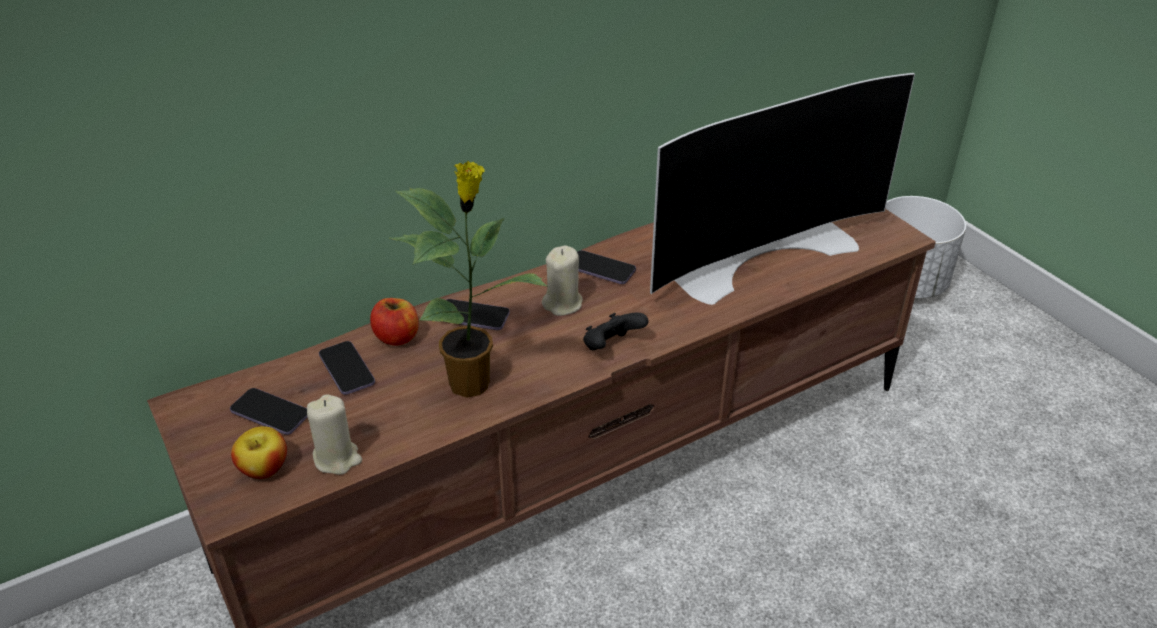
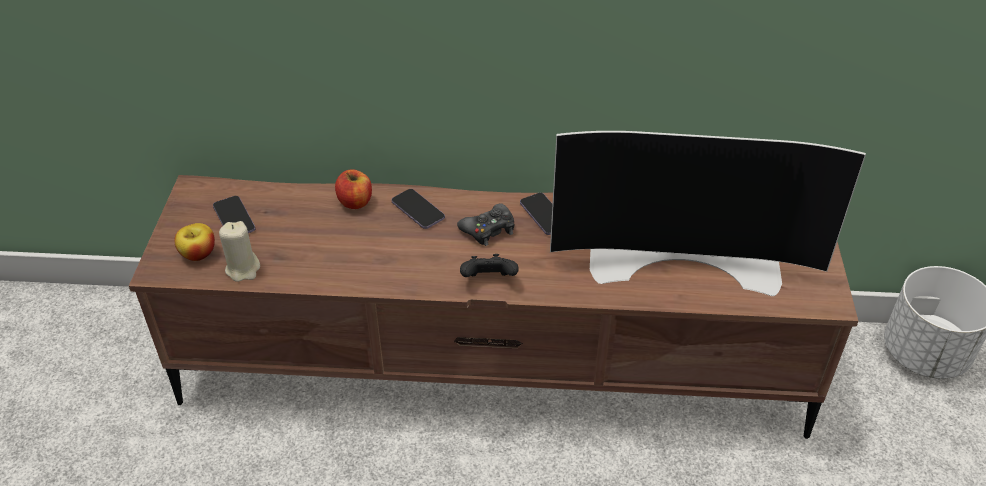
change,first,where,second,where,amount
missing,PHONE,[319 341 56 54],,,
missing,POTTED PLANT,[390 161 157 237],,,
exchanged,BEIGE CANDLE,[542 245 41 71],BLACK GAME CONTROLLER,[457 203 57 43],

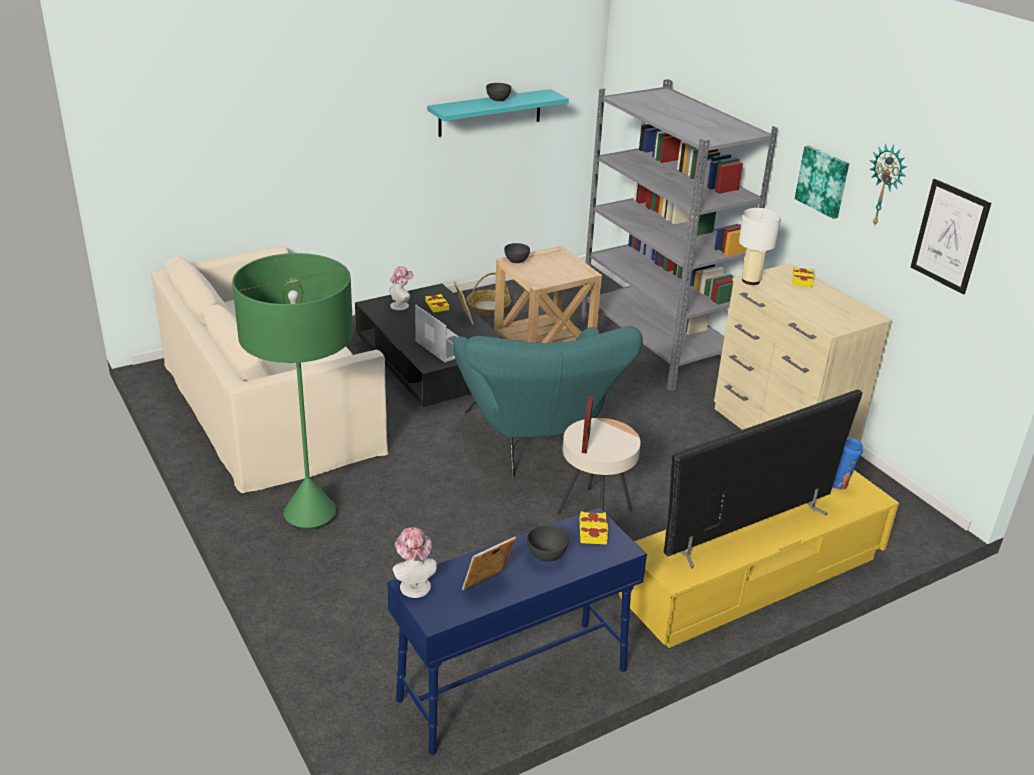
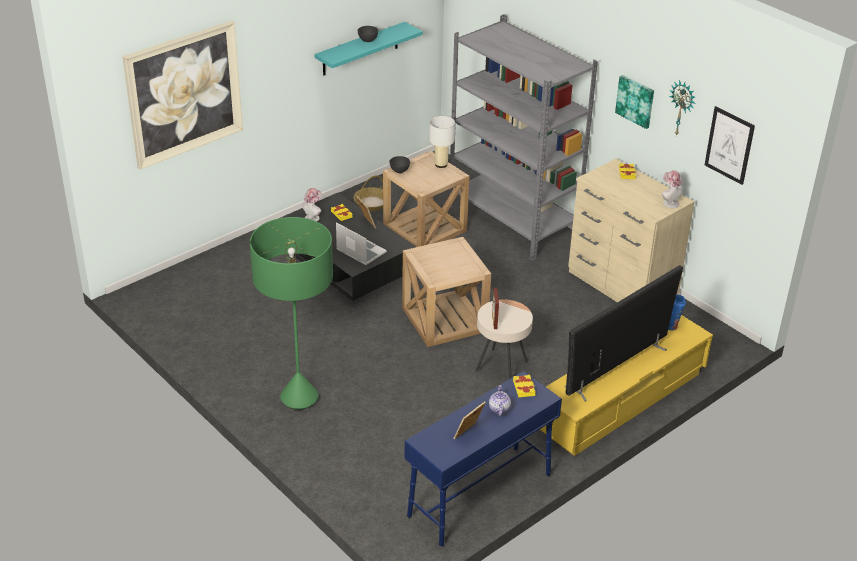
change,first,where,second,where,amount
missing,BEIGE SOFA,[151 246 237 247],,,
appeared,,,PICTURE,[122 20 121 150],
relocated,HAT,[393 527 44 71],,[662 170 21 38],
relocated,WHITE TABLE LAMP,[739 208 42 77],,[429 116 26 52],
exchanged,TURQUOISE ARMCHAIR,[453 326 190 152],BEIGE SIDE TABLE,[402 237 89 110],
exchanged,GREY BOWL,[527 525 42 37],TEAPOT,[489 385 22 31],

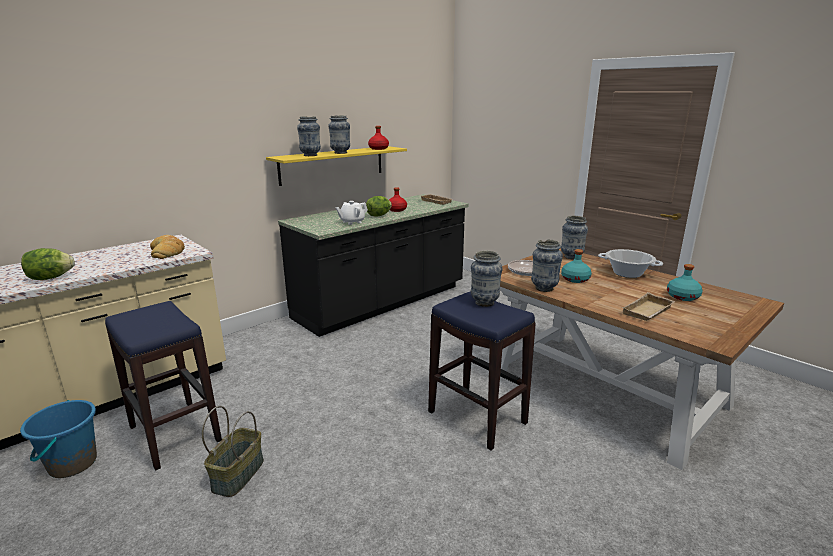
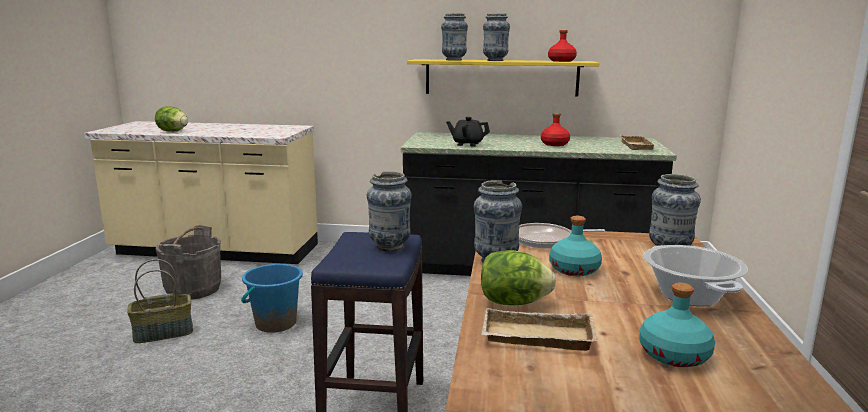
change,first,where,second,where,amount
missing,BREAD,[150 235 35 24],,,
relocated,BLUE BUCKET,[20 400 77 78],,[241 264 62 69],
relocated,LETTUCE,[366 196 26 20],,[481 250 75 55],
exchanged,STOOL,[105 301 117 170],GREY BUCKET,[156 225 65 75],
colour,WHITE TEAPOT,[335 201 33 24],BLACK TEAPOT,[446 117 44 30],

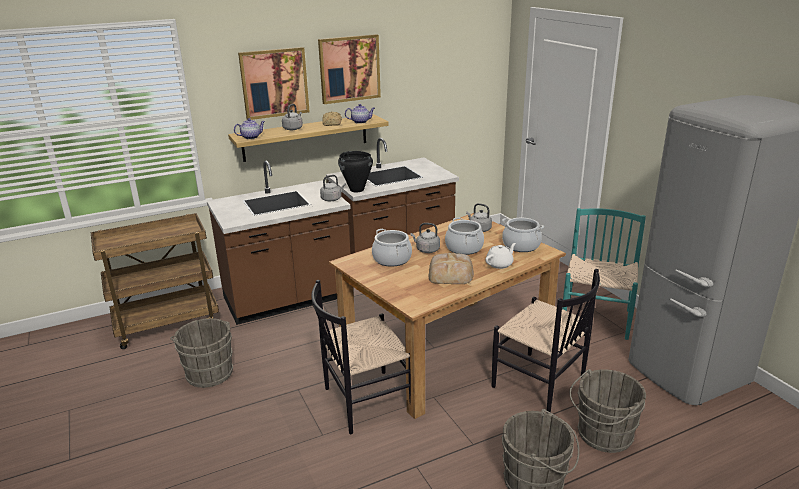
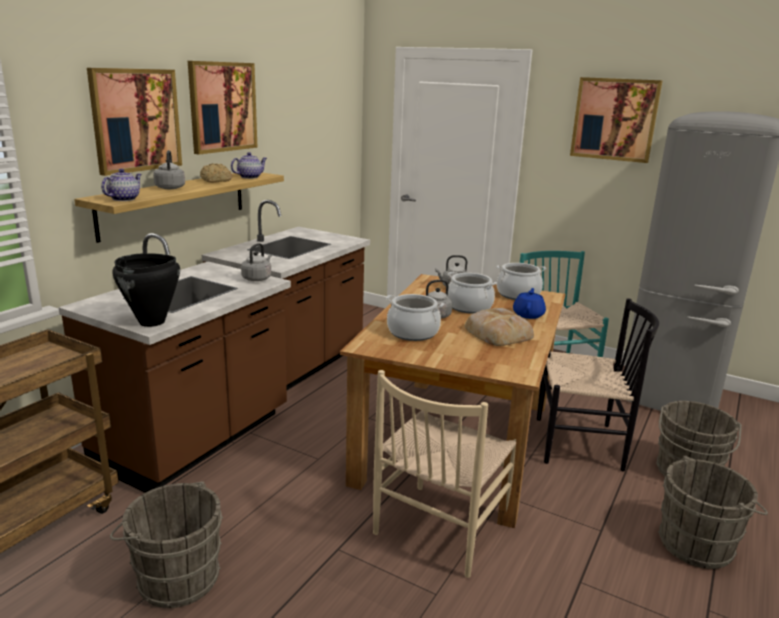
change,first,where,second,where,amount
appeared,,,PICTURE,[570 77 93 86],
relocated,BLACK COOKING POT,[338 151 35 41],,[112 253 68 74],
colour,BLACK CHAIR,[311 280 100 154],BEIGE CHAIR,[373 370 143 208],
colour,WHITE TEAPOT,[485 243 31 26],BLUE TEAPOT,[513 288 33 31],

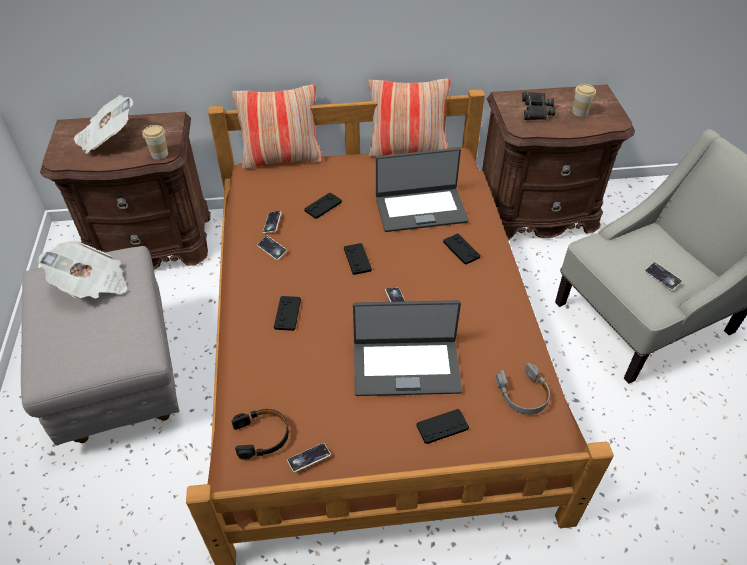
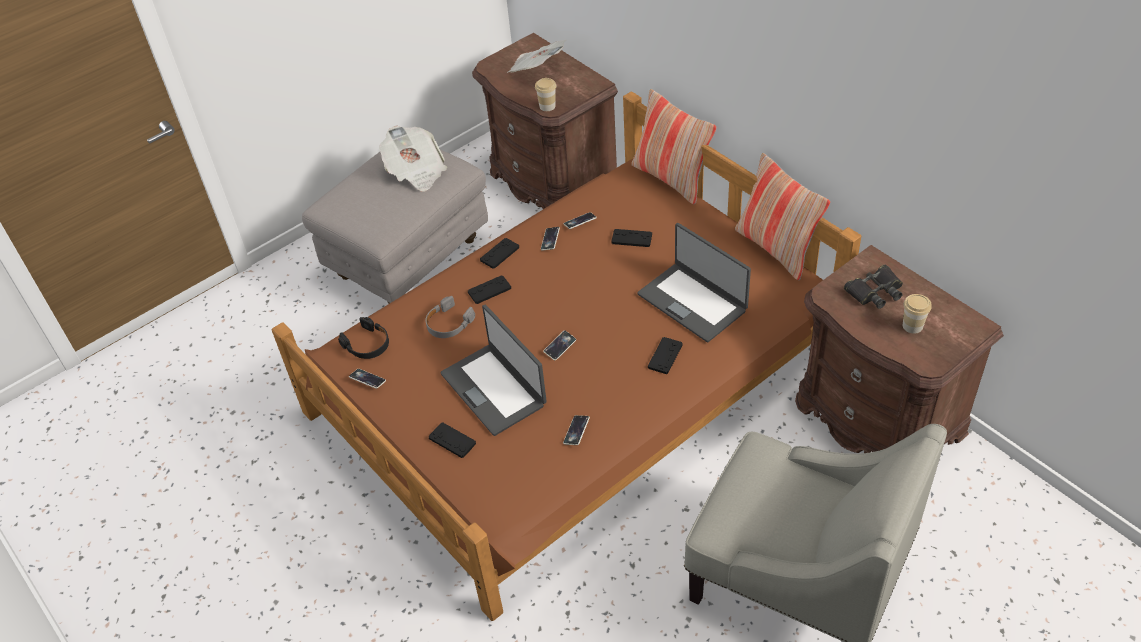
change,first,where,second,where,amount
relocated,BLACK GAME CONTROLLER,[344 243 28 32],,[480 238 39 31],
relocated,GREY HEADPHONES,[496 363 54 52],,[425 296 50 42],
relocated,PHONE,[645 262 37 28],,[563 415 27 30],

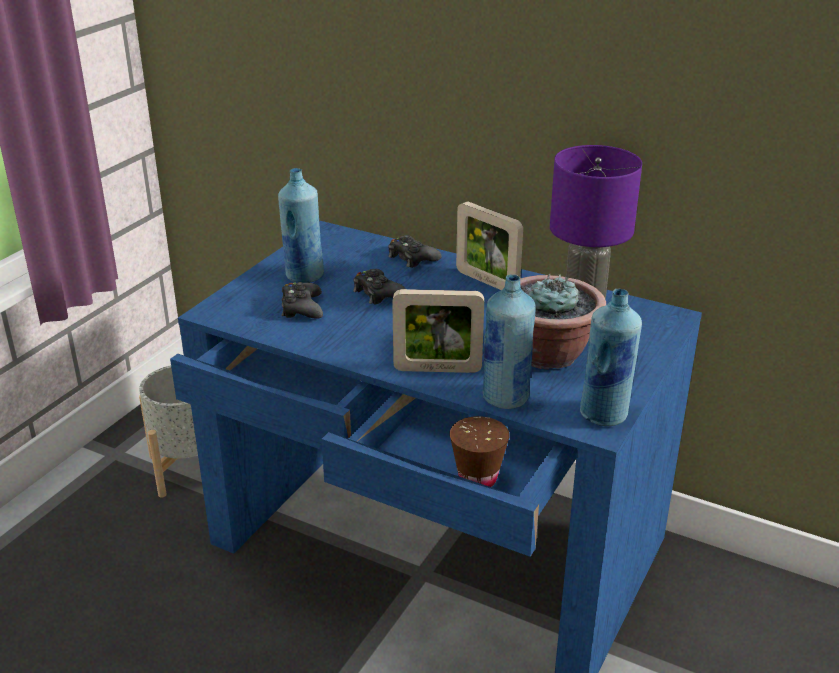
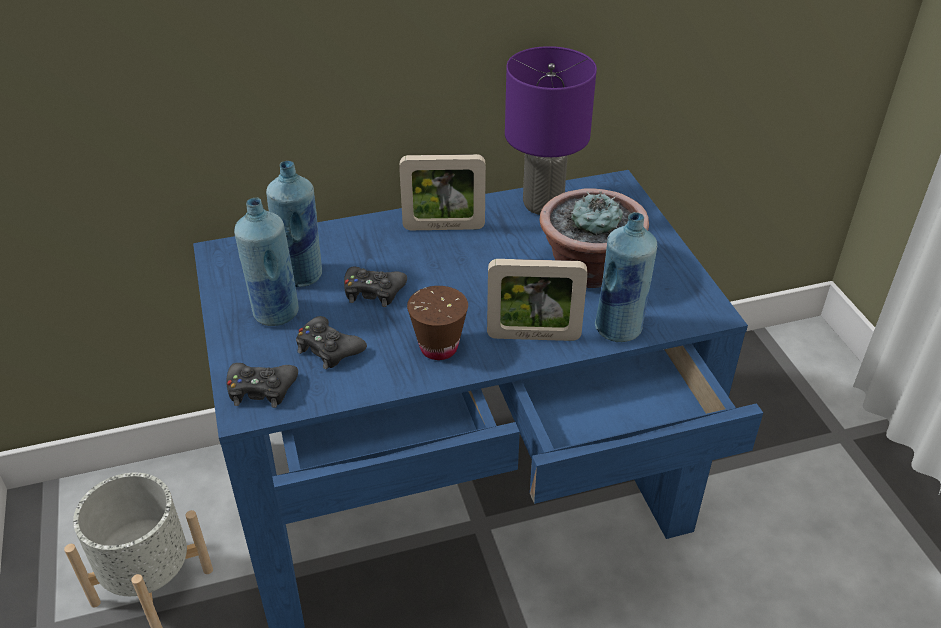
change,first,where,second,where,amount
relocated,BLACK GAME CONTROLLER,[388 235 54 33],,[226 363 72 45],
relocated,BROWN CUP,[450 416 60 71],,[407 286 61 74],
relocated,BLUE BOTTLE,[580 289 62 138],,[266 161 56 126],
spun,PICTURE FRAME,[392 289 92 84],,[487 259 101 82],45 degrees clockwise

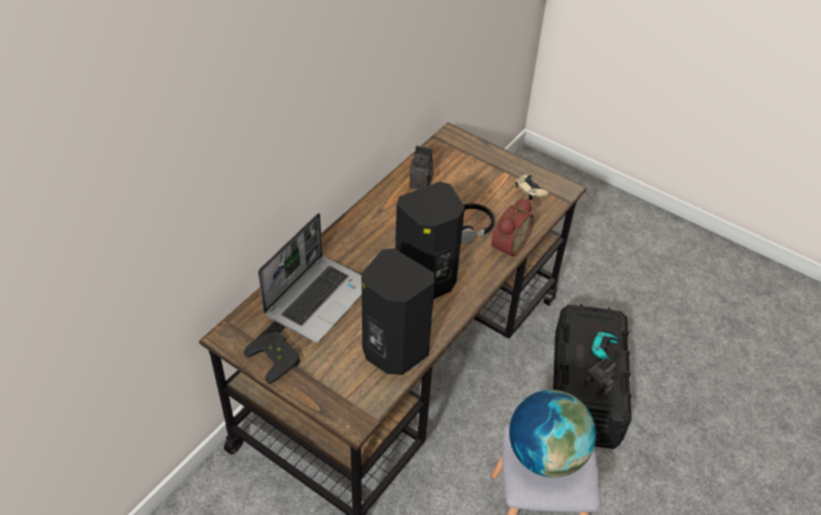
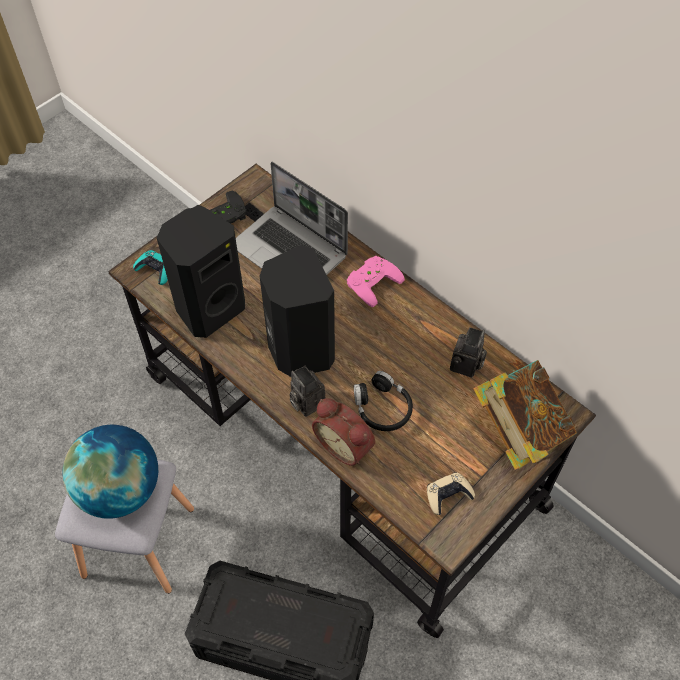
change,first,where,second,where,amount
appeared,,,PINK GAME CONTROLLER,[347 256 58 51],
appeared,,,BOOK,[474 360 103 110],
relocated,PHOTO CAMERA,[583 357 33 41],,[289 365 36 52],
relocated,TURQUOISE GAME CONTROLLER,[591 332 27 28],,[133 250 35 35],

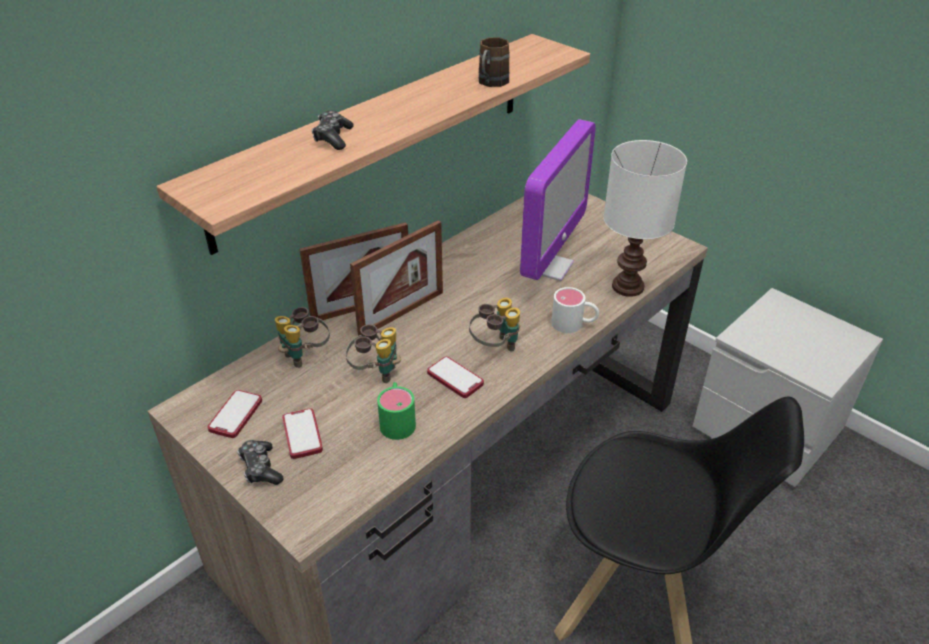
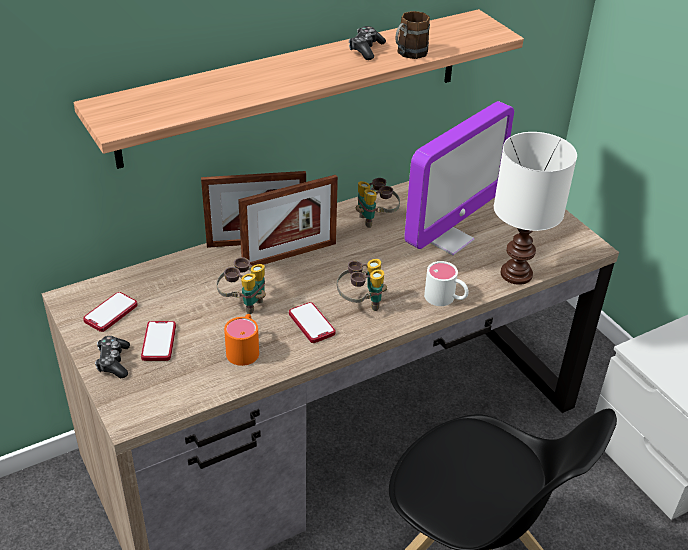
change,first,where,second,where,amount
relocated,BINOCULARS,[275 307 55 61],,[356 178 44 50],
relocated,GAME CONTROLLER,[312 111 42 39],,[349 26 37 34],
colour,GREEN MUG,[377 382 39 58],ORANGE MUG,[224 314 35 52],

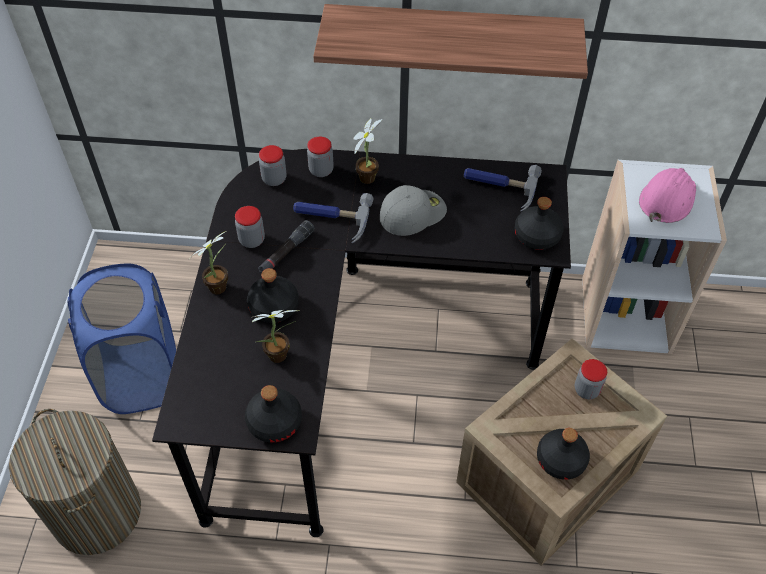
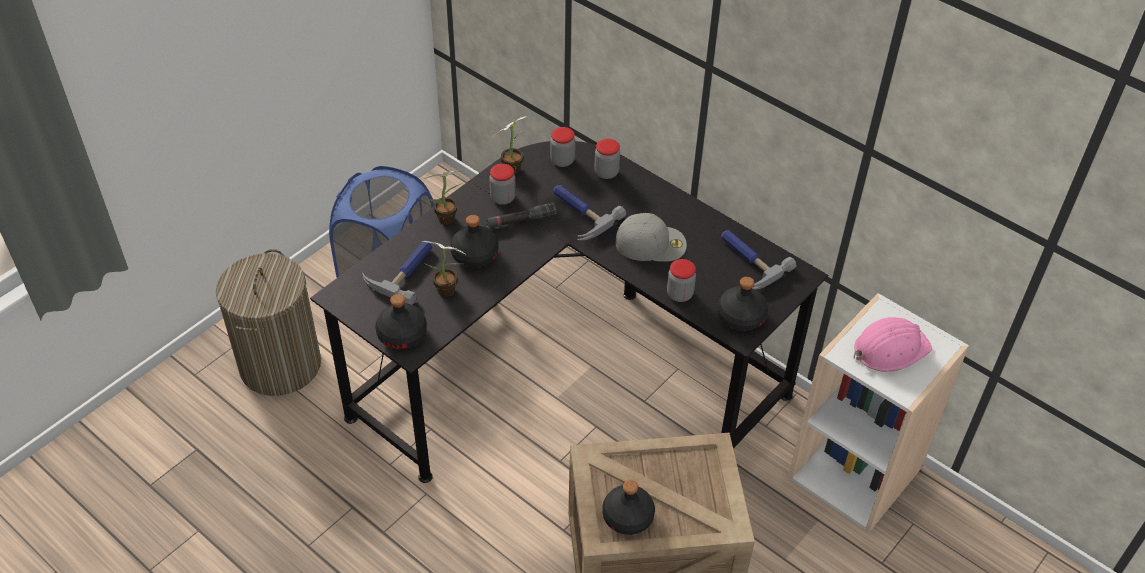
change,first,where,second,where,amount
missing,SHELF,[313 4 275 75],,,
appeared,,,HAMMER,[362 240 70 65],
relocated,POTTED PLANT,[353 118 29 66],,[495 114 33 60],
relocated,JAR,[575 359 32 41],,[667 259 29 43],

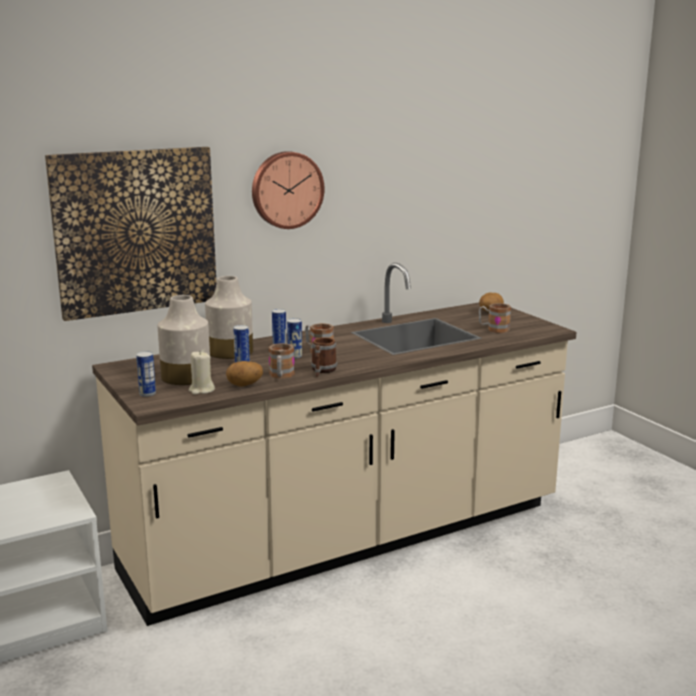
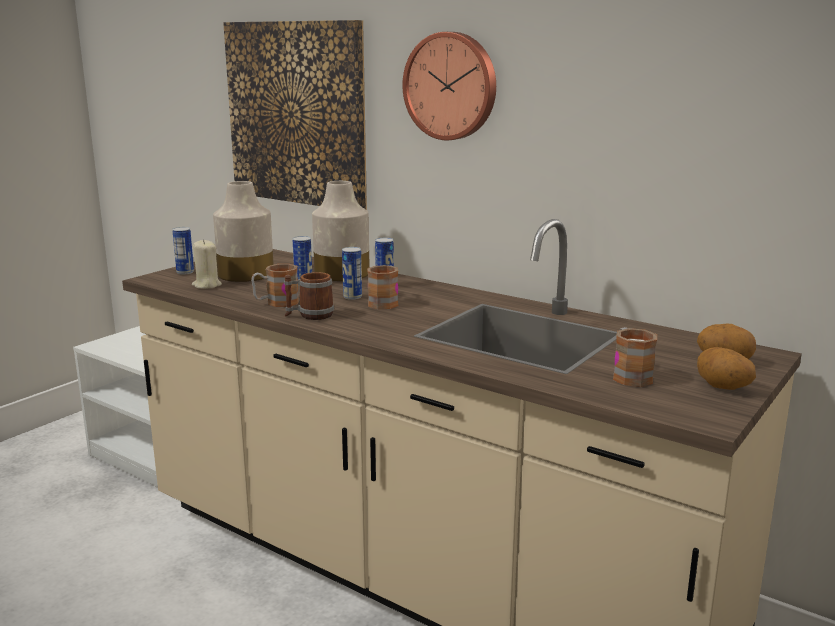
change,first,where,second,where,amount
relocated,POTATO,[226 361 37 26],,[697 347 59 43],

